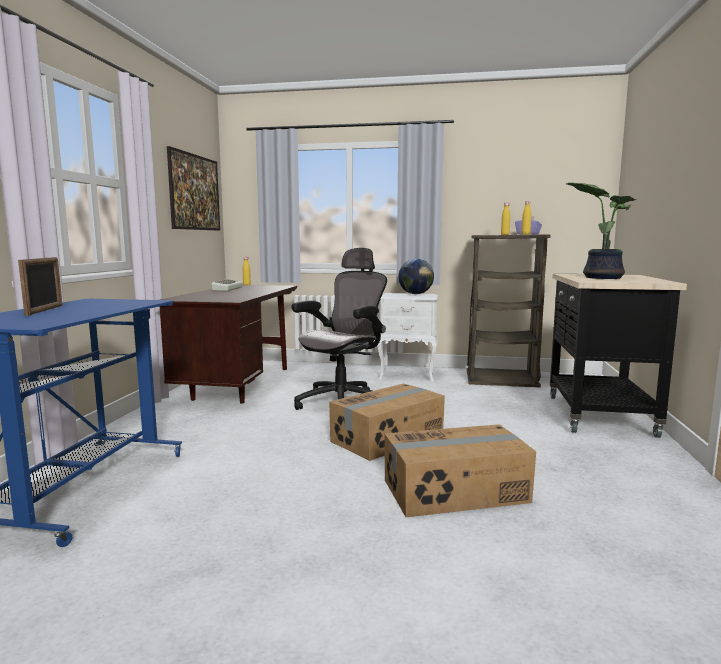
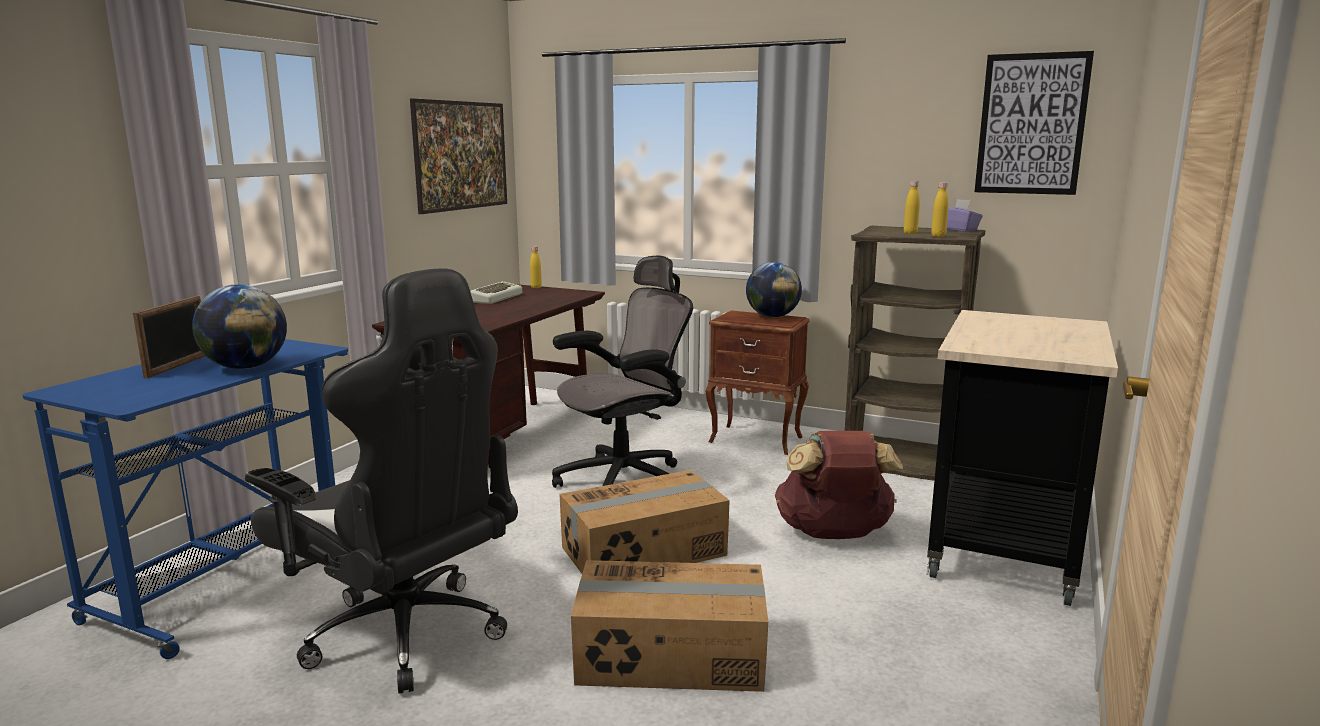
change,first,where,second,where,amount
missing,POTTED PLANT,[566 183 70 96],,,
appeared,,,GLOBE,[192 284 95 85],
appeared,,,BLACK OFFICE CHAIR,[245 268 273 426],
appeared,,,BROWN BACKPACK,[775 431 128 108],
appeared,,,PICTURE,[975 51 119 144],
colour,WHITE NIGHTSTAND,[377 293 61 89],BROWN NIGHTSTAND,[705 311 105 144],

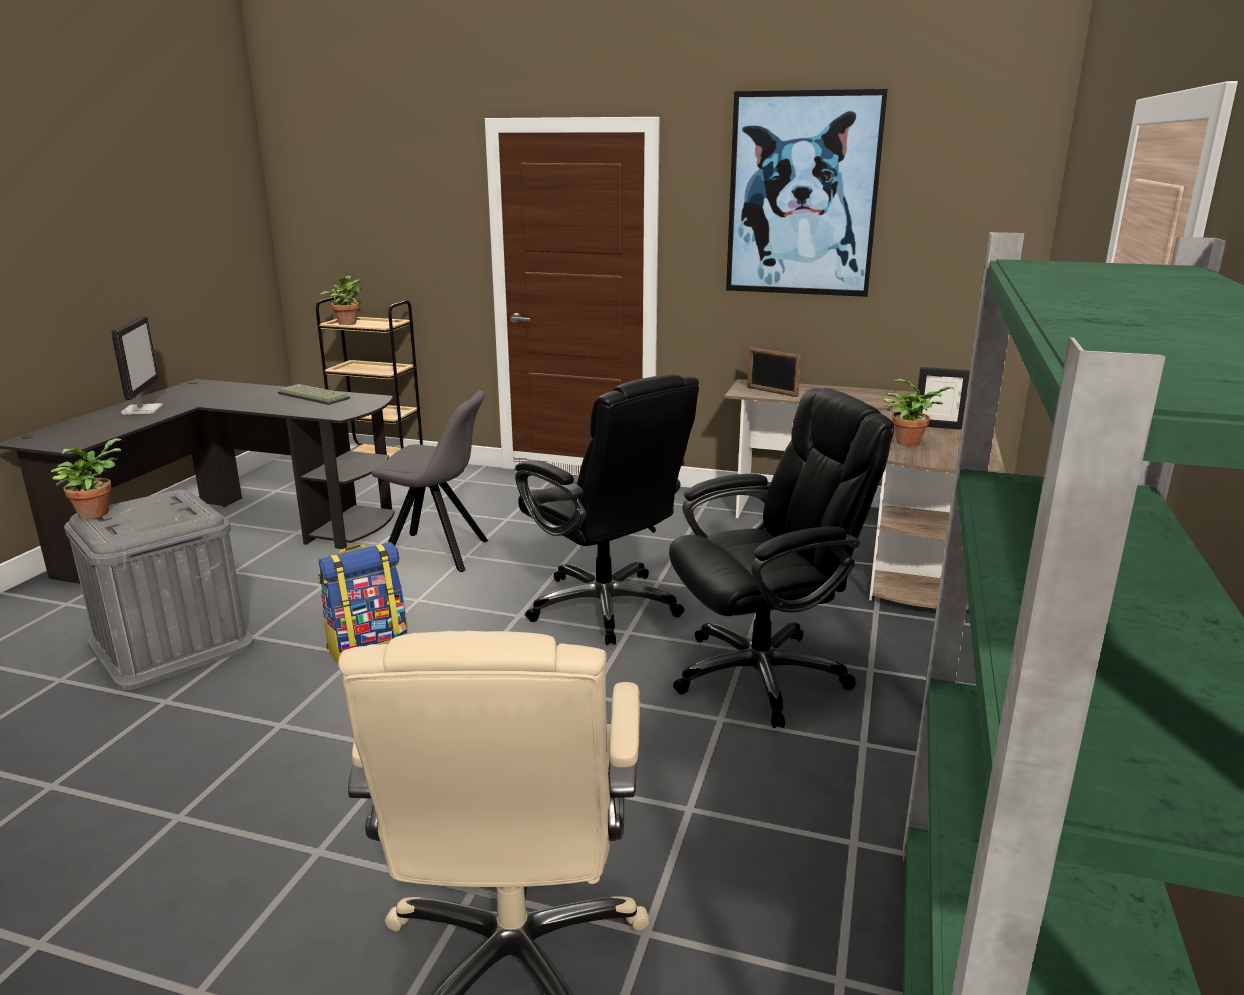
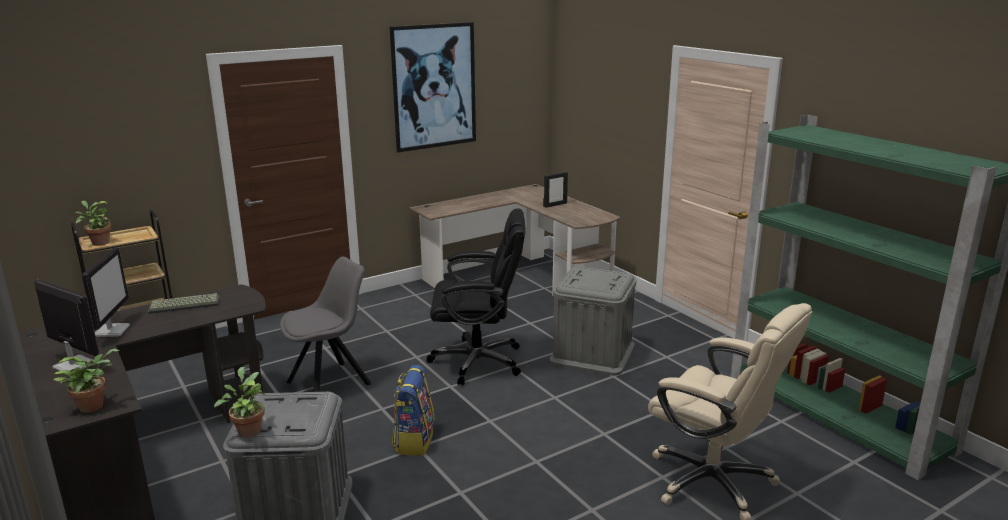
change,first,where,second,where,amount
missing,PICTURE FRAME,[747 347 54 50],,,
appeared,,,MONITOR,[82 247 48 90],
relocated,POTTED PLANT,[883 379 71 67],,[53 349 66 64],
exchanged,BLACK OFFICE CHAIR,[669 388 225 340],GREY STORAGE BOX,[550 266 86 110],

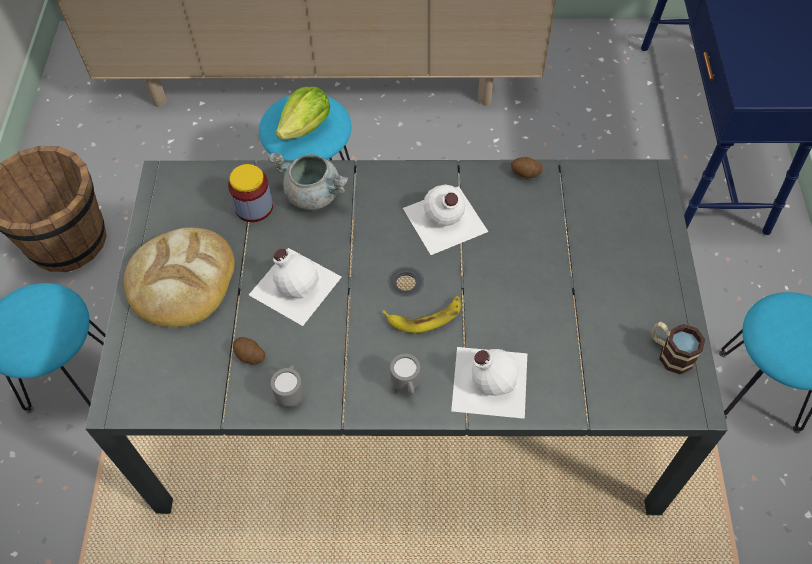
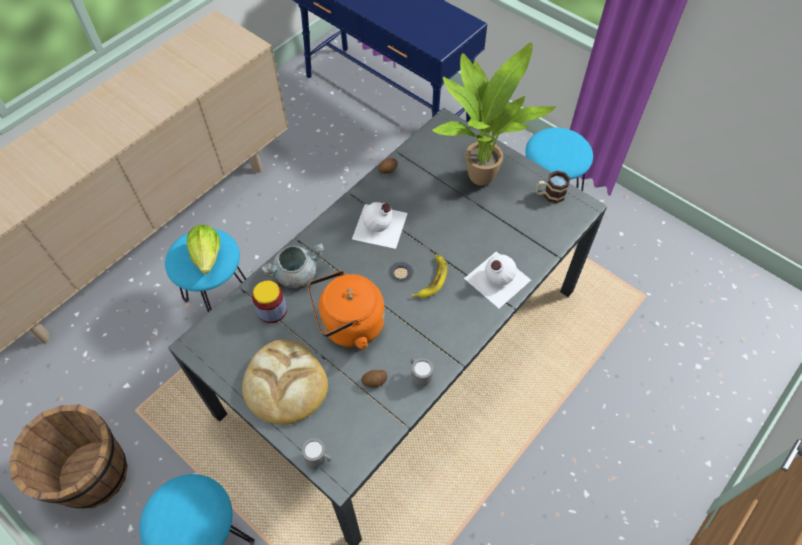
change,first,where,second,where,amount
appeared,,,POTTED PLANT,[432 43 124 143],
relocated,GREY MUG,[390 354 30 41],,[302 438 29 29],
exchanged,WHITE BOTTLE,[249 248 93 78],ORANGE KETTLE,[308 271 77 78],

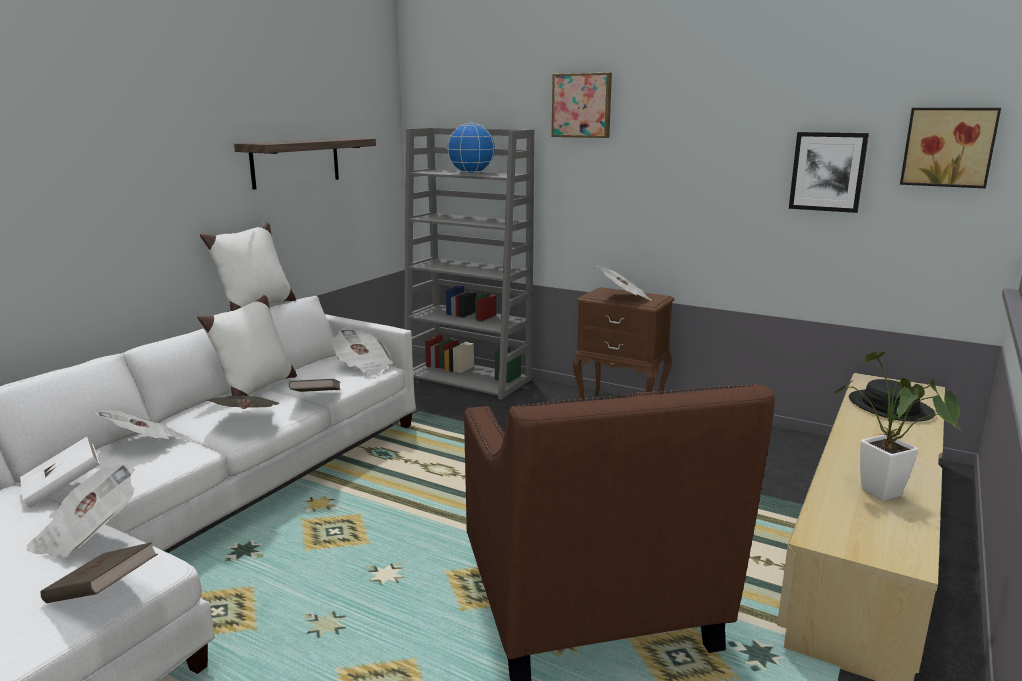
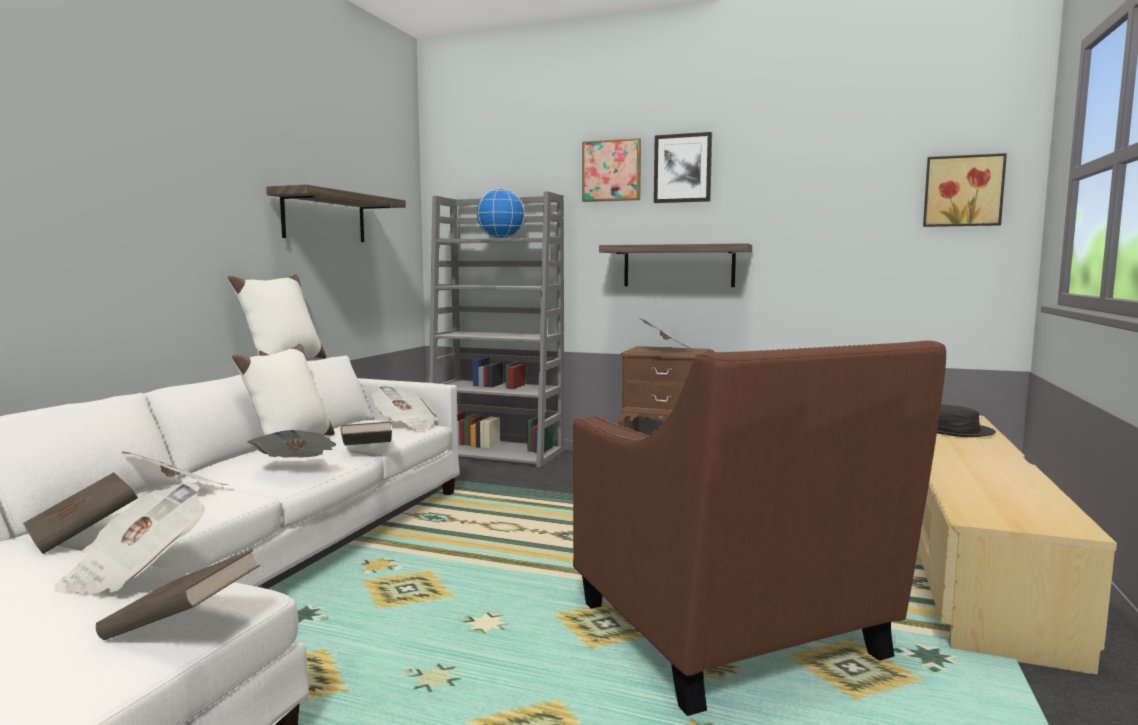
change,first,where,second,where,amount
missing,POTTED PLANT,[834 351 126 150],,,
appeared,,,SHELF,[599 243 153 44],
relocated,PICTURE,[789 132 80 81],,[654 132 58 71],
colour,WHITE BOOK,[20 437 80 71],BROWN BOOK,[23 472 115 82],

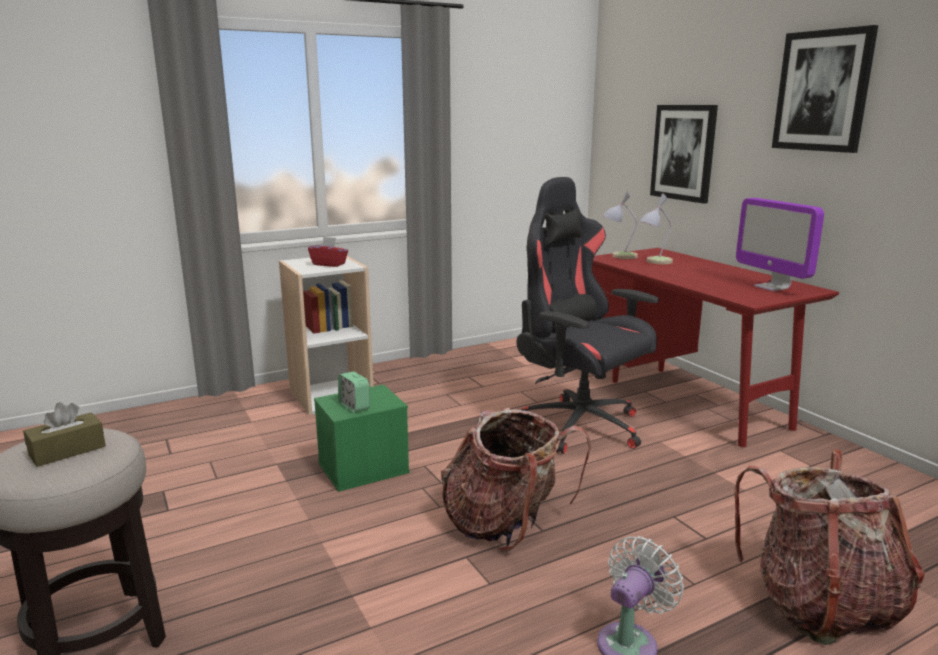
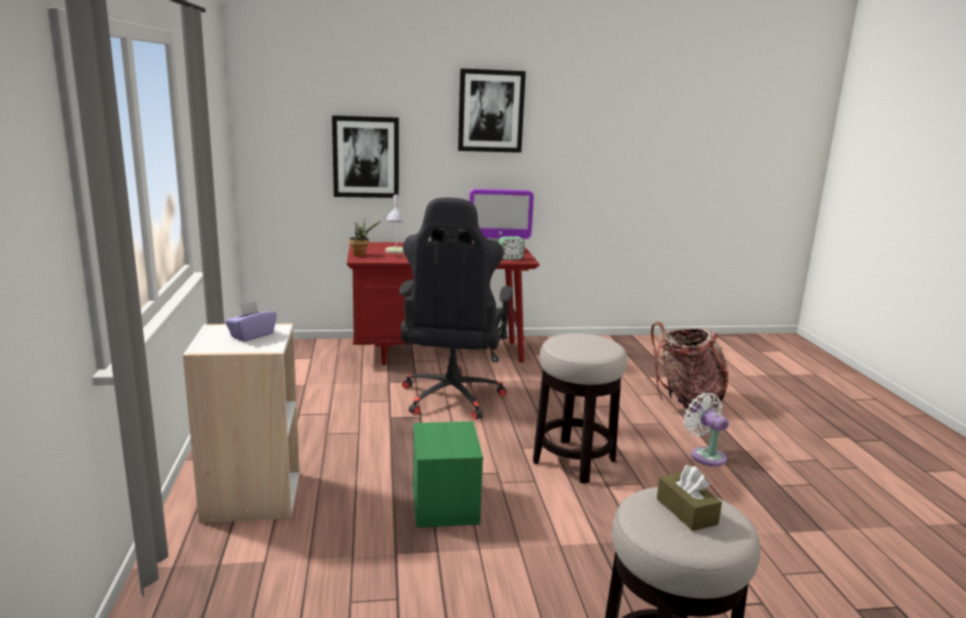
change,first,where,second,where,amount
relocated,ALARM CLOCK,[338 372 32 41],,[499 236 25 24],
exchanged,BACKPACK,[441 408 150 144],STOOL,[533 333 94 150],
exchanged,TABLE LAMP,[603 191 35 68],POTTED PLANT,[349 219 33 37],
colour,RED TISSUE BOX,[308 237 40 30],PURPLE TISSUE BOX,[225 301 52 41],
spun,BLACK OFFICE CHAIR,[516 177 143 277],,[399 197 114 223],60 degrees counterclockwise

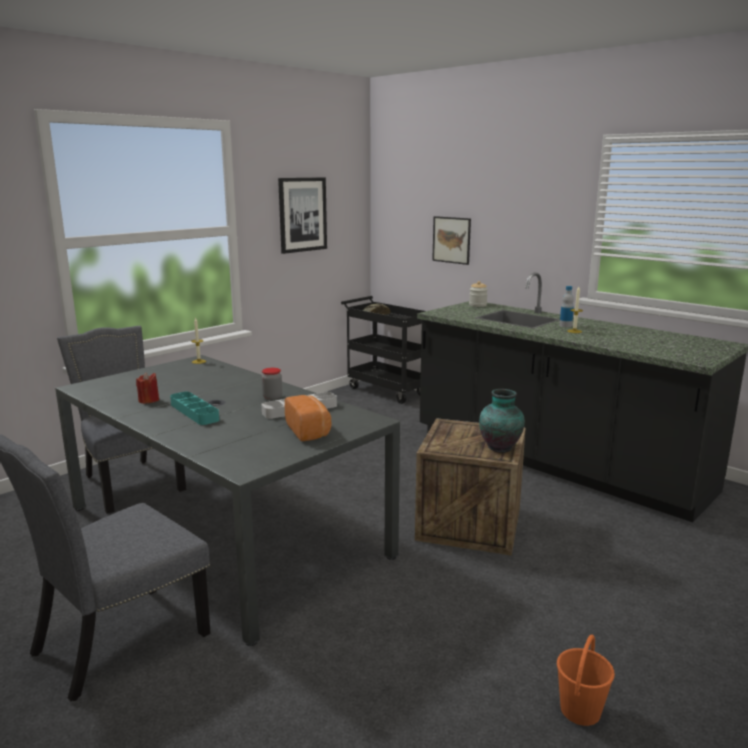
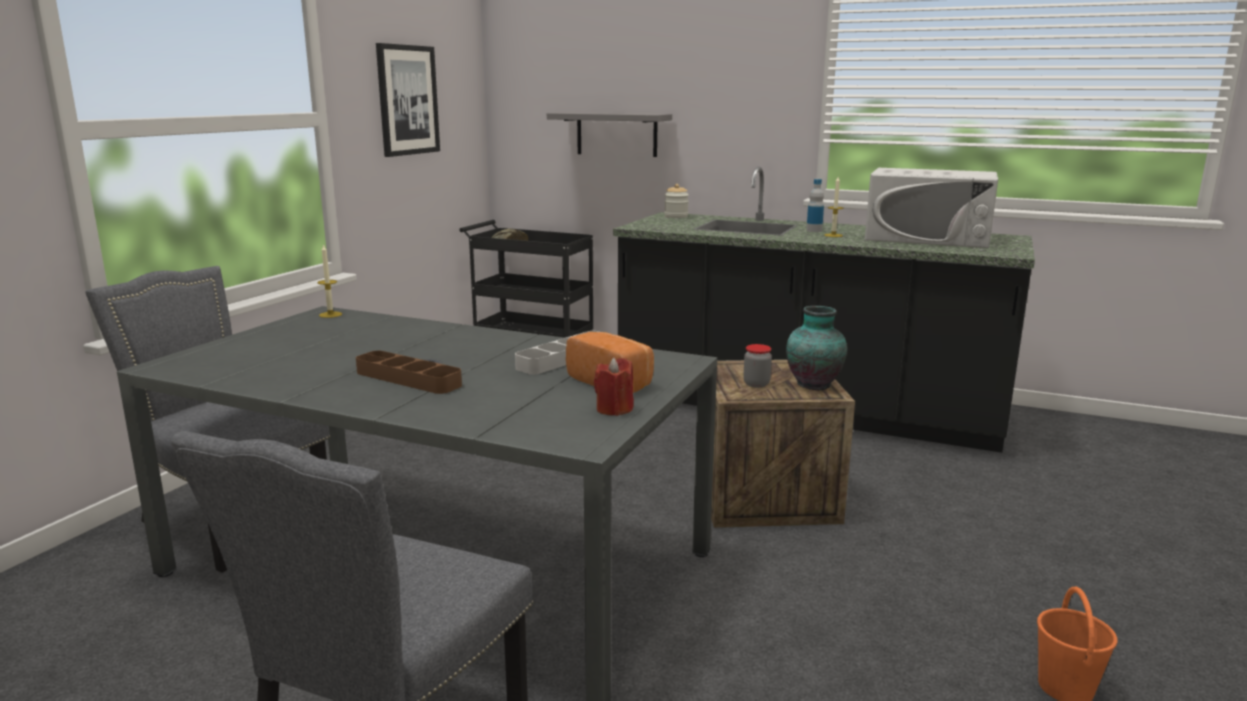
change,first,where,second,where,amount
appeared,,,WHITE MICROWAVE,[865 168 133 80],
relocated,RED CANDLE,[136 372 23 32],,[594 357 40 59],
relocated,JAR,[261 368 21 32],,[743 344 29 44],
exchanged,PICTURE,[432 216 39 49],GREY SHELF,[547 112 125 45],
colour,TURQUOISE TRAY,[170 392 49 33],BROWN TRAY,[356 351 106 43],

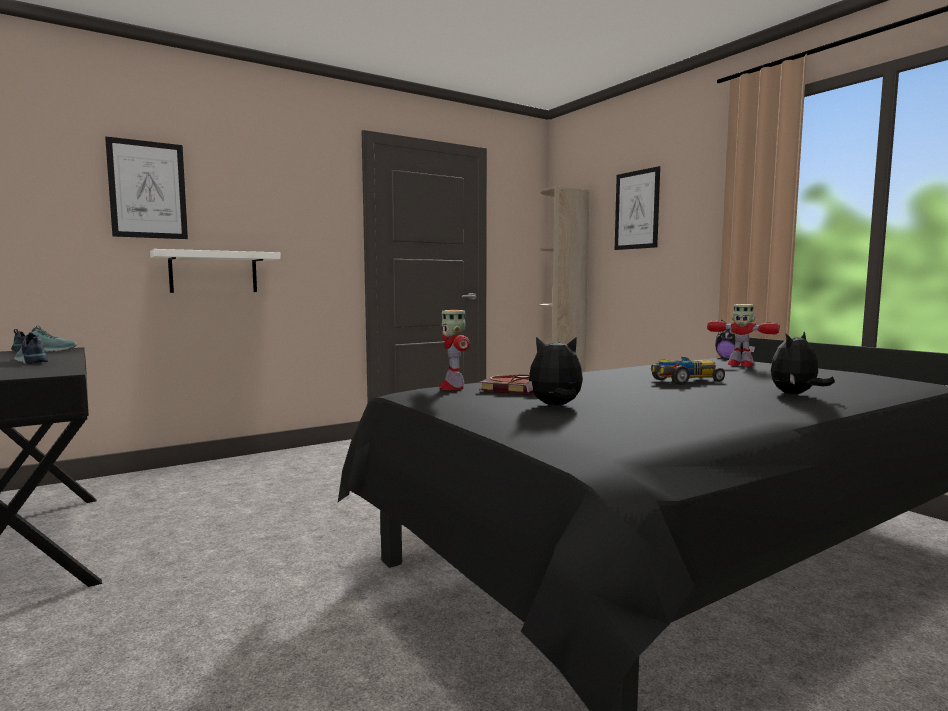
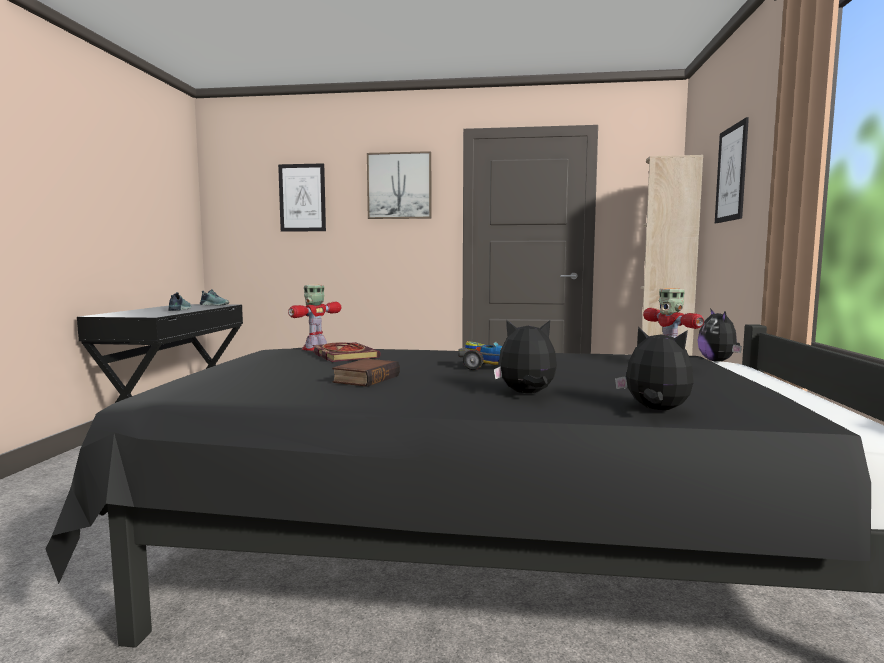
change,first,where,second,where,amount
missing,WHITE SHELF,[150 249 131 44],,,
appeared,,,BOOK,[332 359 68 28],
appeared,,,PICTURE,[367 151 64 68],
relocated,PLUSH TOY,[526 337 57 68],,[615 326 79 84],

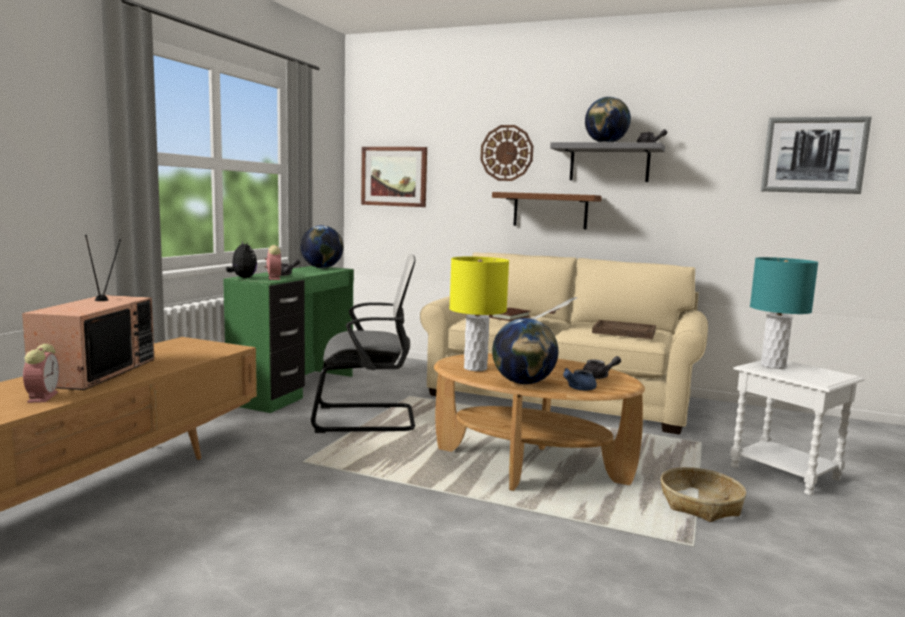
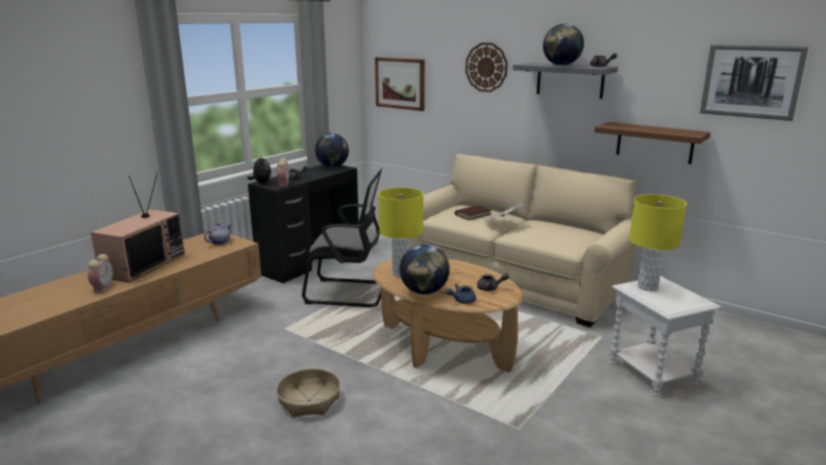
change,first,where,second,where,amount
missing,BROWN TRAY,[592 320 64 19],,,
appeared,,,TEAPOT,[204 223 28 22],
relocated,BROWN SHELF,[492 192 110 37],,[595 122 115 42],
relocated,BASKET,[661 467 85 55],,[276 369 65 48],
colour,GREEN DESK,[223 266 130 147],BLACK DESK,[248 164 111 120],
colour,TURQUOISE TABLE LAMP,[750 257 68 112],YELLOW TABLE LAMP,[629 194 58 97],

